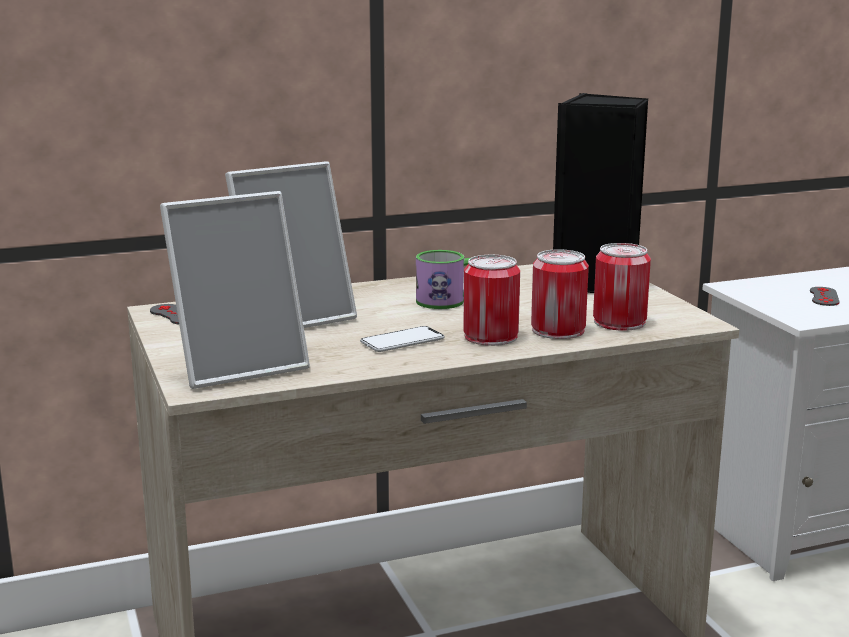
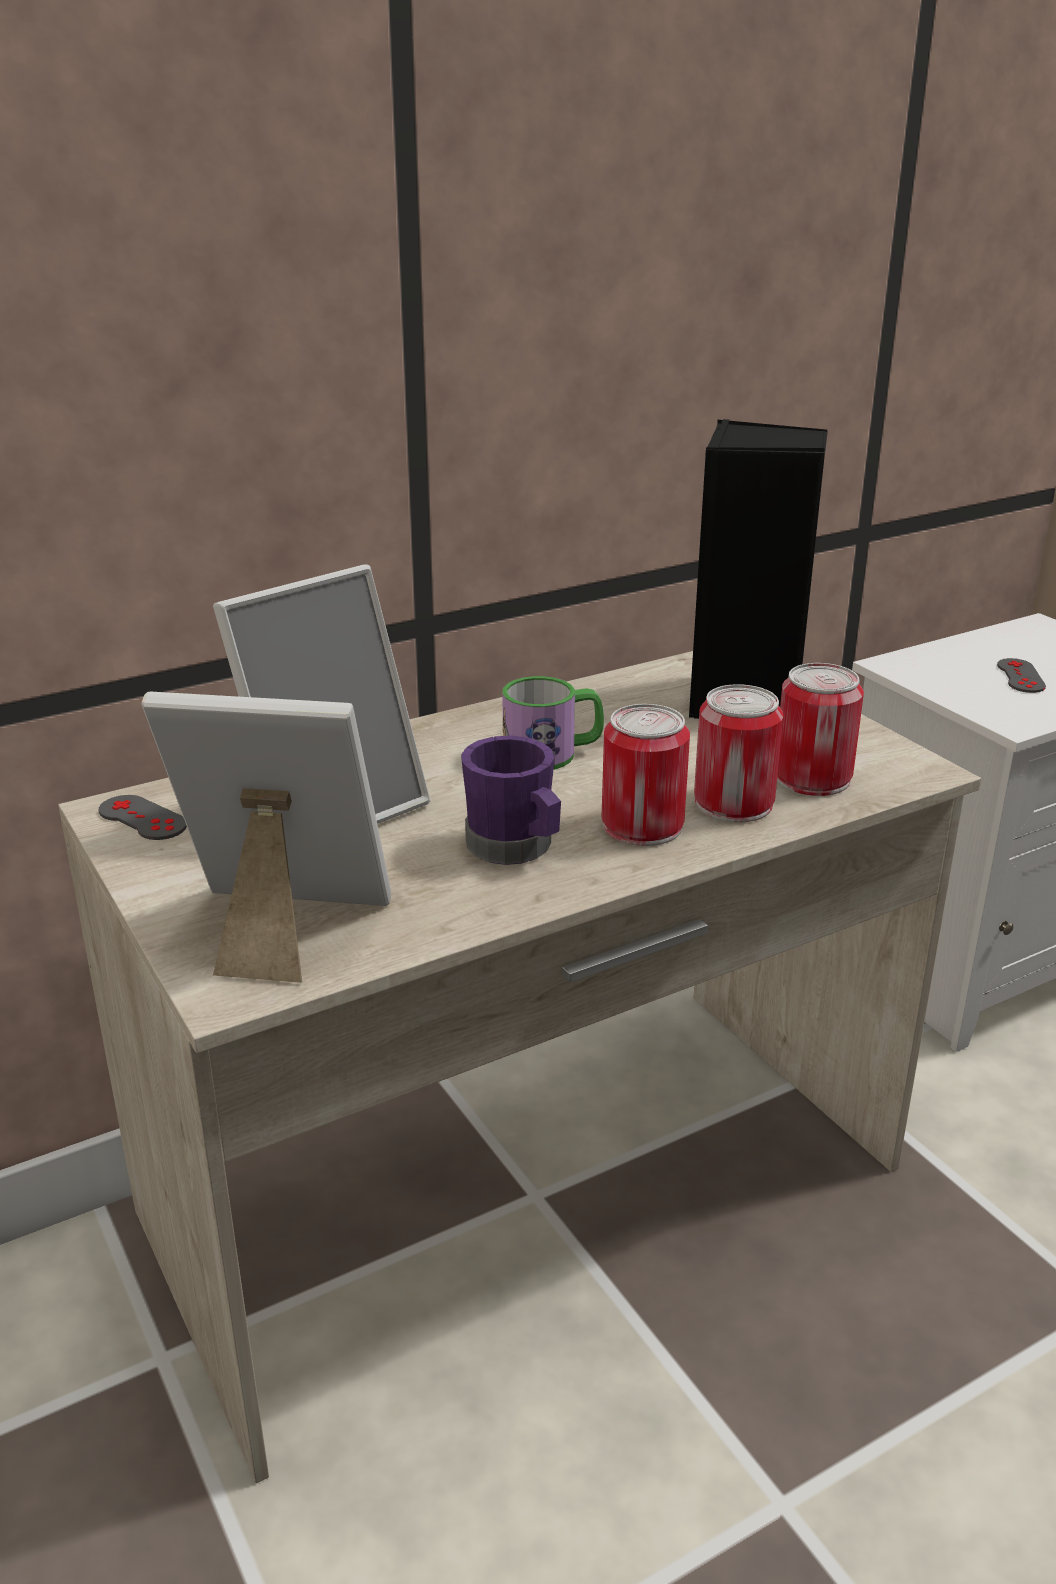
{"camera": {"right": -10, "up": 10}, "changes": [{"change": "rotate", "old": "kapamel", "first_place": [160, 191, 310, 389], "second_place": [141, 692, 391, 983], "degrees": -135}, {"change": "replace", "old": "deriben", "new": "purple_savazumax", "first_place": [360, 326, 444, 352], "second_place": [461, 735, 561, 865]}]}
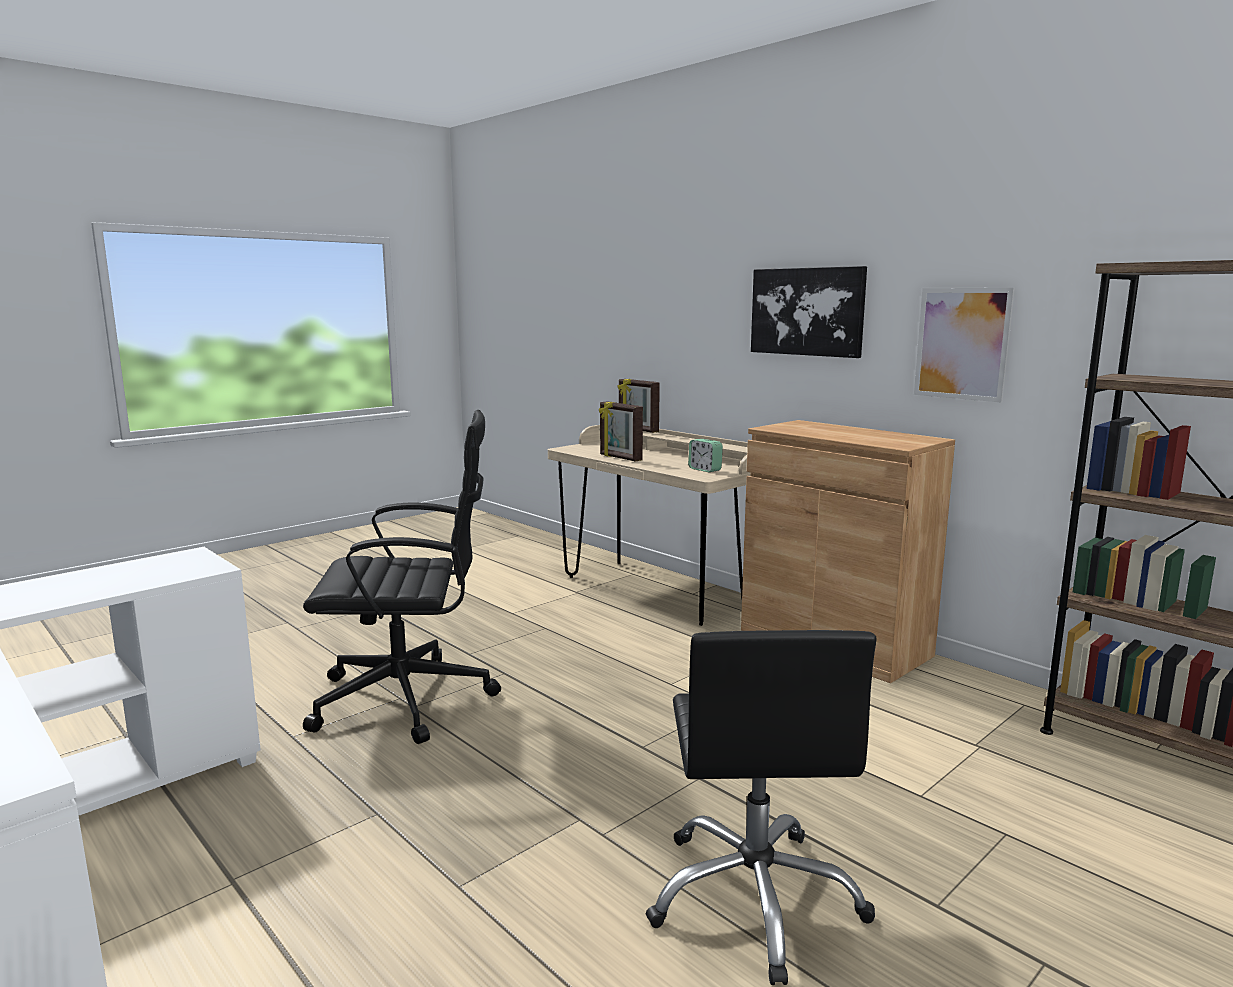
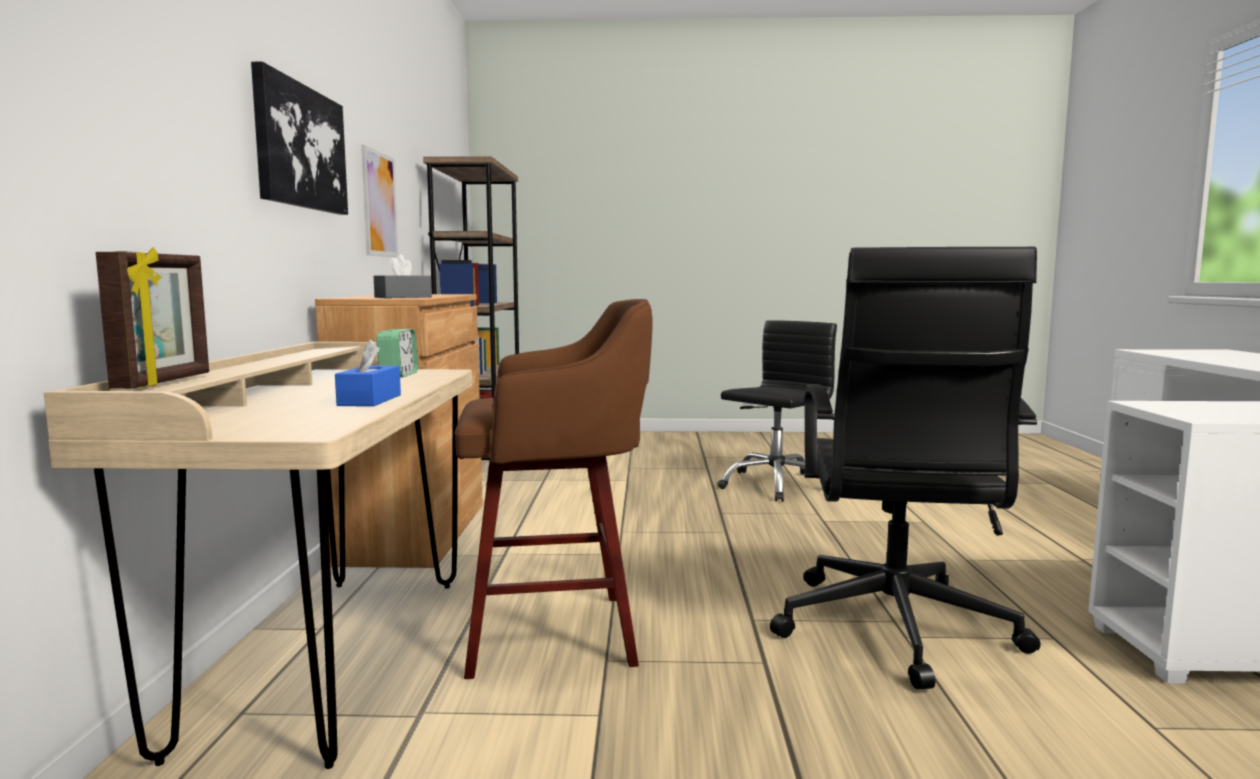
{"camera": {"right": -135, "up": -5}, "changes": [{"change": "rotate", "old": "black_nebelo", "first_place": [303, 410, 501, 744], "second_place": [770, 247, 1041, 689], "degrees": -120}, {"change": "replace", "old": "kapamel", "new": "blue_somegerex", "first_place": [599, 401, 643, 462], "second_place": [335, 340, 401, 406]}, {"change": "insert", "new": "grey_somegerex", "second_place": [374, 255, 432, 298]}, {"change": "insert", "new": "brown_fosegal", "second_place": [455, 299, 652, 679]}]}
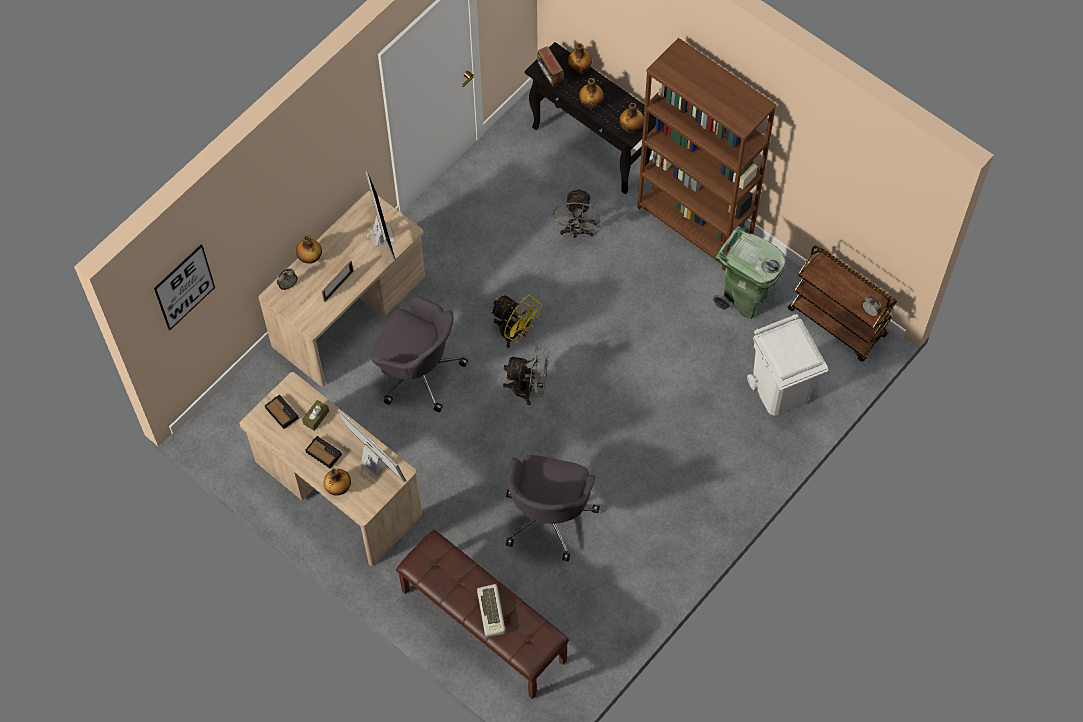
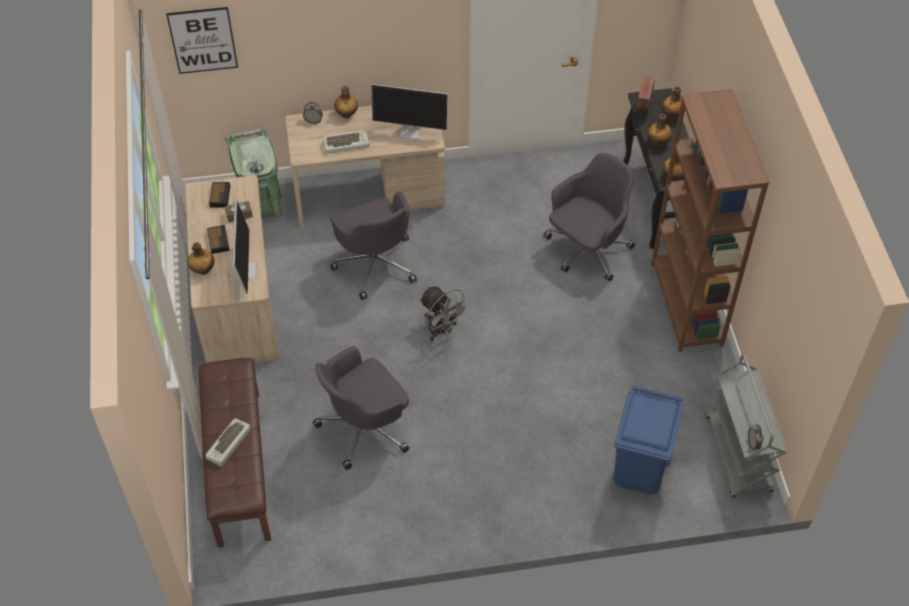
{"camera": {"right": 40, "up": -10}, "changes": [{"change": "replace", "old": "kapamel", "new": "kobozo", "first_place": [322, 260, 354, 302], "second_place": [323, 130, 370, 154]}, {"change": "rotate", "old": "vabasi", "first_place": [365, 171, 396, 261], "second_place": [372, 84, 448, 140], "degrees": 75}, {"change": "delete", "old": "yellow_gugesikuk", "first_place": [490, 295, 542, 348]}, {"change": "replace", "old": "grey_gugesikuk", "new": "grey_nebelo", "first_place": [552, 188, 601, 238], "second_place": [543, 153, 635, 281]}, {"change": "move", "old": "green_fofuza", "first_place": [713, 226, 786, 319], "second_place": [225, 129, 282, 219]}, {"change": "recolor", "old": "white_fofuza", "new": "blue_fofuza", "first_place": [747, 314, 828, 416], "second_place": [613, 385, 684, 495]}, {"change": "recolor", "old": "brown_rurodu", "new": "grey_rurodu", "first_place": [788, 245, 897, 362], "second_place": [705, 354, 787, 498]}]}
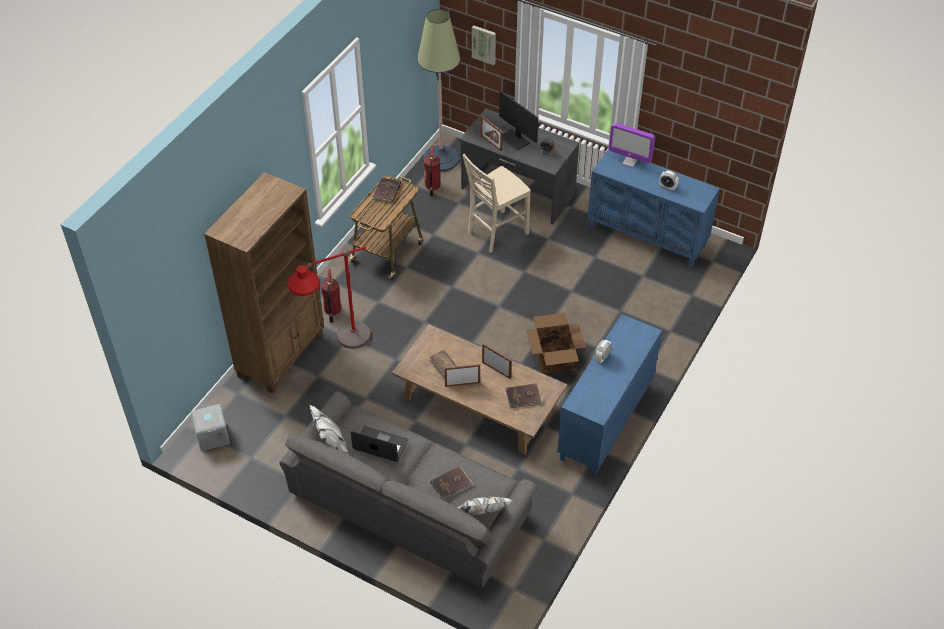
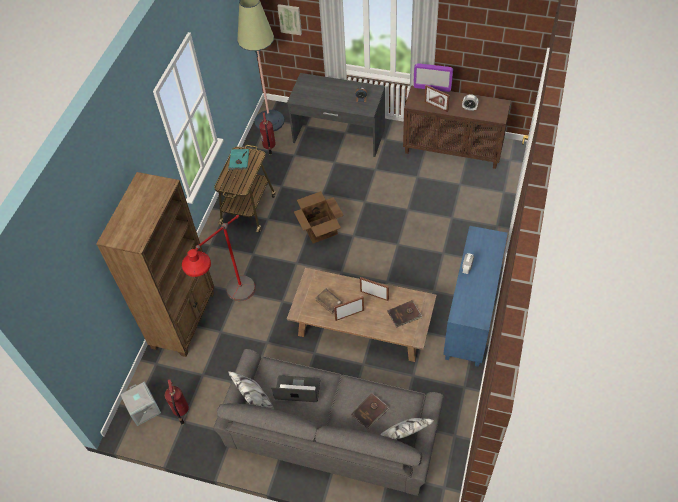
{"camera": {"right": -10, "up": 5}, "changes": [{"change": "move", "old": "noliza", "first_place": [321, 269, 341, 323], "second_place": [165, 379, 189, 425]}, {"change": "recolor", "old": "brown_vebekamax", "new": "turquoise_vebekamax", "first_place": [372, 177, 401, 203], "second_place": [228, 149, 249, 170]}, {"change": "delete", "old": "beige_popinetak", "first_place": [463, 154, 531, 253]}, {"change": "move", "old": "kapamel", "first_place": [481, 116, 503, 152], "second_place": [424, 85, 450, 112]}, {"change": "delete", "old": "vabasi", "first_place": [499, 91, 538, 151]}, {"change": "move", "old": "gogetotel", "first_place": [526, 313, 586, 374], "second_place": [294, 191, 344, 243]}, {"change": "recolor", "old": "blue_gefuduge", "new": "brown_gefuduge", "first_place": [587, 149, 720, 267], "second_place": [403, 85, 511, 169]}]}
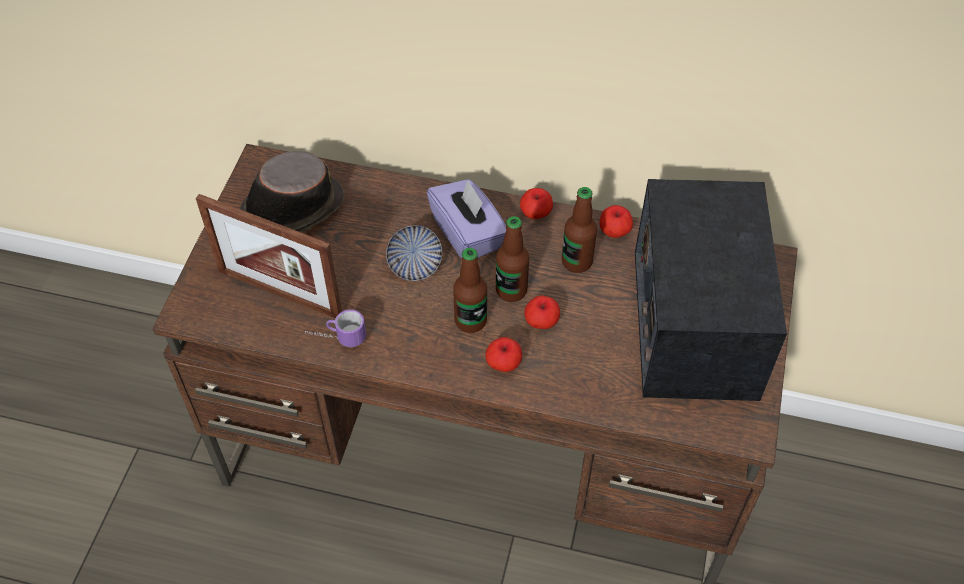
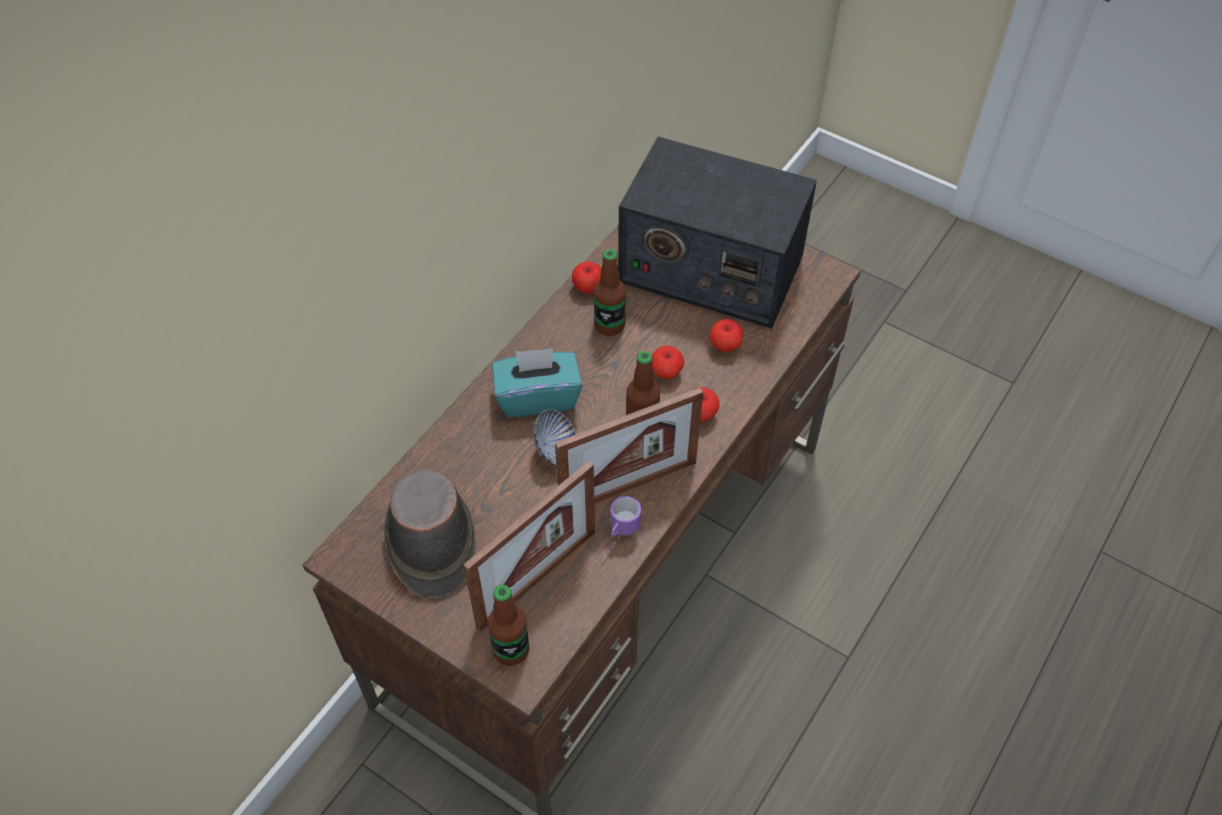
{"camera": {"right": -70, "up": 0}, "changes": [{"change": "recolor", "old": "purple_somegerex", "new": "turquoise_somegerex", "first_place": [427, 179, 507, 259], "second_place": [492, 348, 582, 417]}, {"change": "move", "old": "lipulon", "first_place": [496, 216, 529, 302], "second_place": [488, 585, 529, 666]}, {"change": "move", "old": "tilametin", "first_place": [520, 188, 553, 219], "second_place": [709, 319, 743, 352]}, {"change": "insert", "new": "kapamel", "second_place": [555, 387, 703, 504]}]}
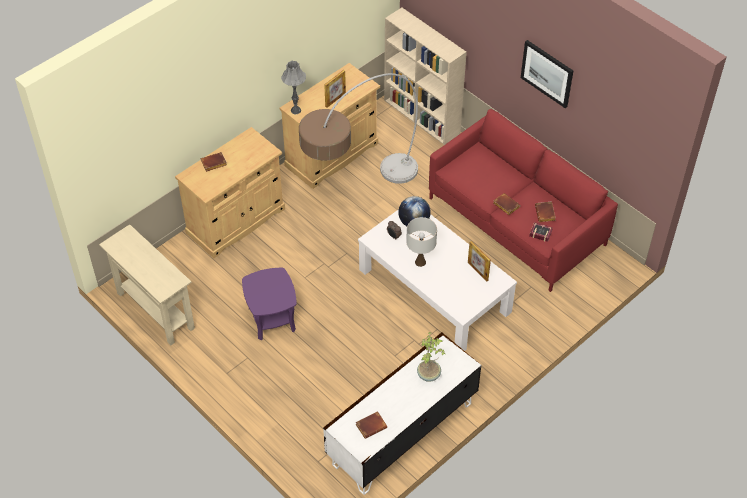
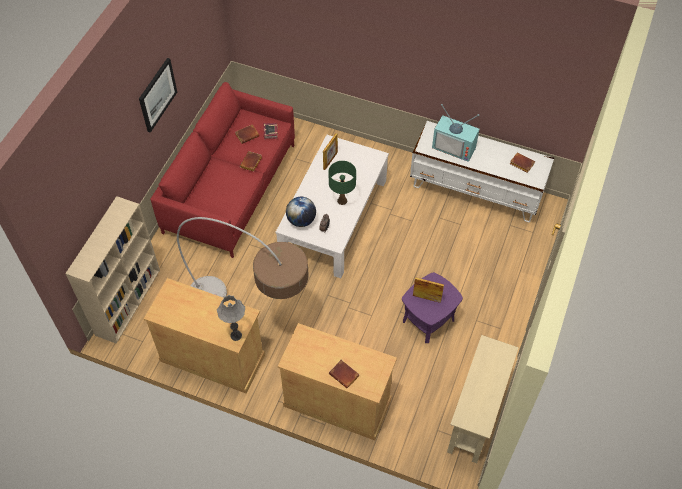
{"camera": {"right": -115, "up": 5}, "changes": [{"change": "move", "old": "kapamel", "first_place": [324, 70, 346, 108], "second_place": [413, 277, 444, 303]}, {"change": "recolor", "old": "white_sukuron", "new": "green_sukuron", "first_place": [406, 217, 437, 267], "second_place": [329, 161, 356, 205]}, {"change": "replace", "old": "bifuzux", "new": "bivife", "first_place": [417, 332, 446, 382], "second_place": [432, 104, 480, 162]}]}
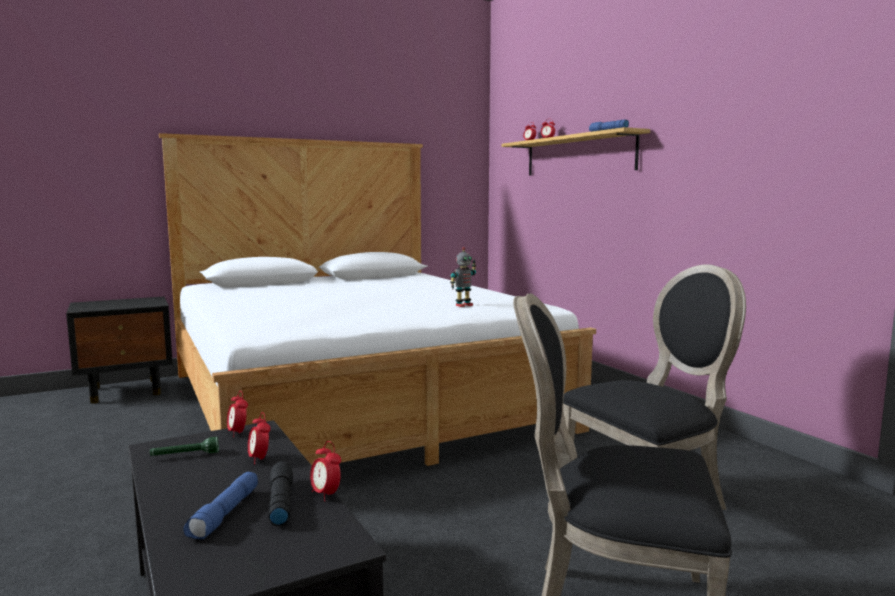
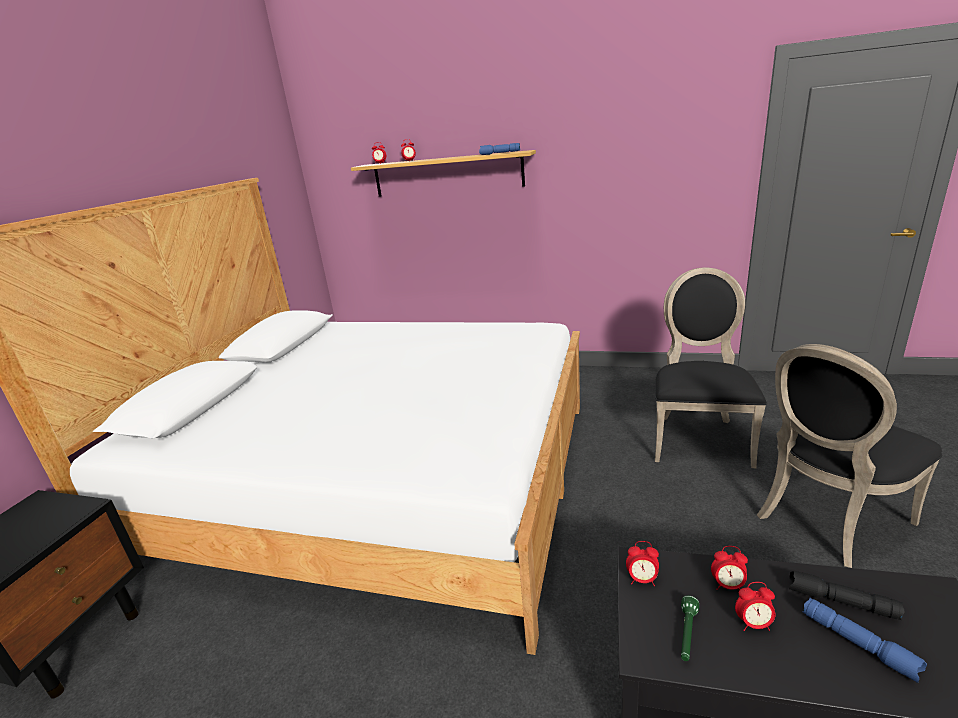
{"camera": {"right": -45, "up": 15}, "changes": [{"change": "move", "old": "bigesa", "first_place": [310, 441, 341, 501], "second_place": [735, 582, 775, 631]}, {"change": "delete", "old": "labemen", "first_place": [450, 247, 476, 307]}]}
